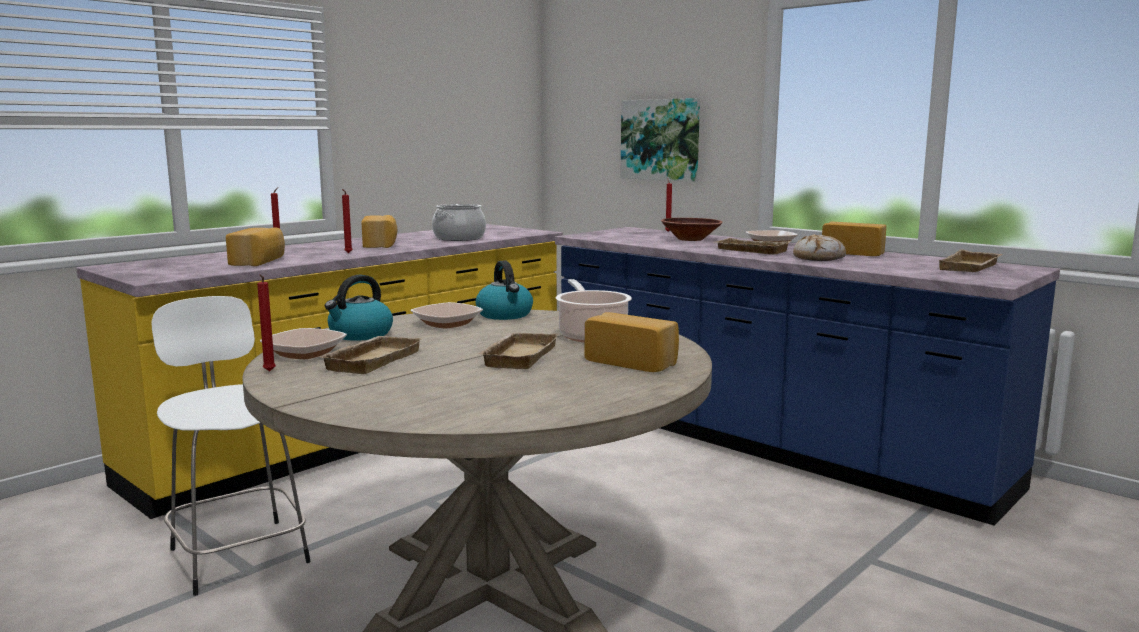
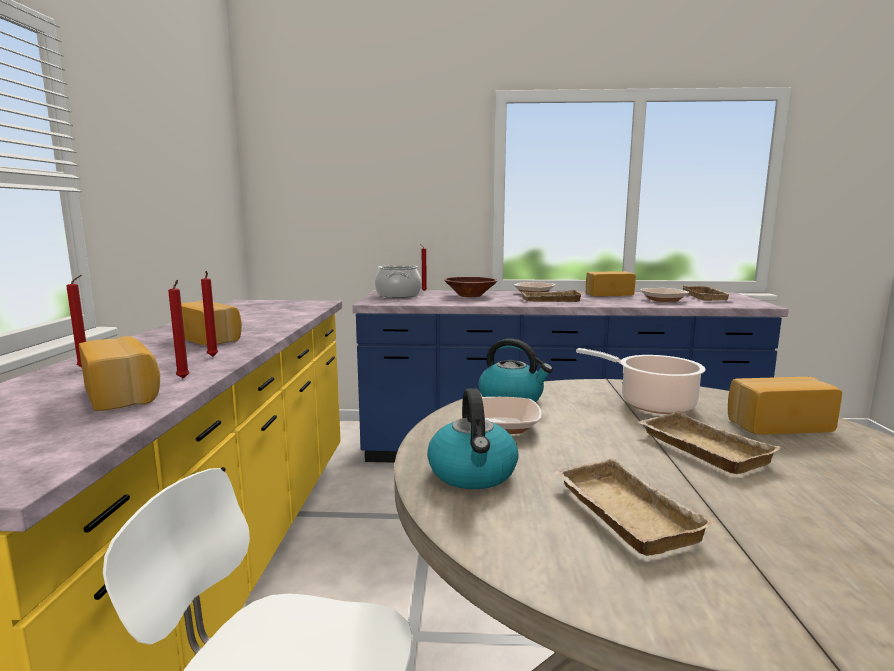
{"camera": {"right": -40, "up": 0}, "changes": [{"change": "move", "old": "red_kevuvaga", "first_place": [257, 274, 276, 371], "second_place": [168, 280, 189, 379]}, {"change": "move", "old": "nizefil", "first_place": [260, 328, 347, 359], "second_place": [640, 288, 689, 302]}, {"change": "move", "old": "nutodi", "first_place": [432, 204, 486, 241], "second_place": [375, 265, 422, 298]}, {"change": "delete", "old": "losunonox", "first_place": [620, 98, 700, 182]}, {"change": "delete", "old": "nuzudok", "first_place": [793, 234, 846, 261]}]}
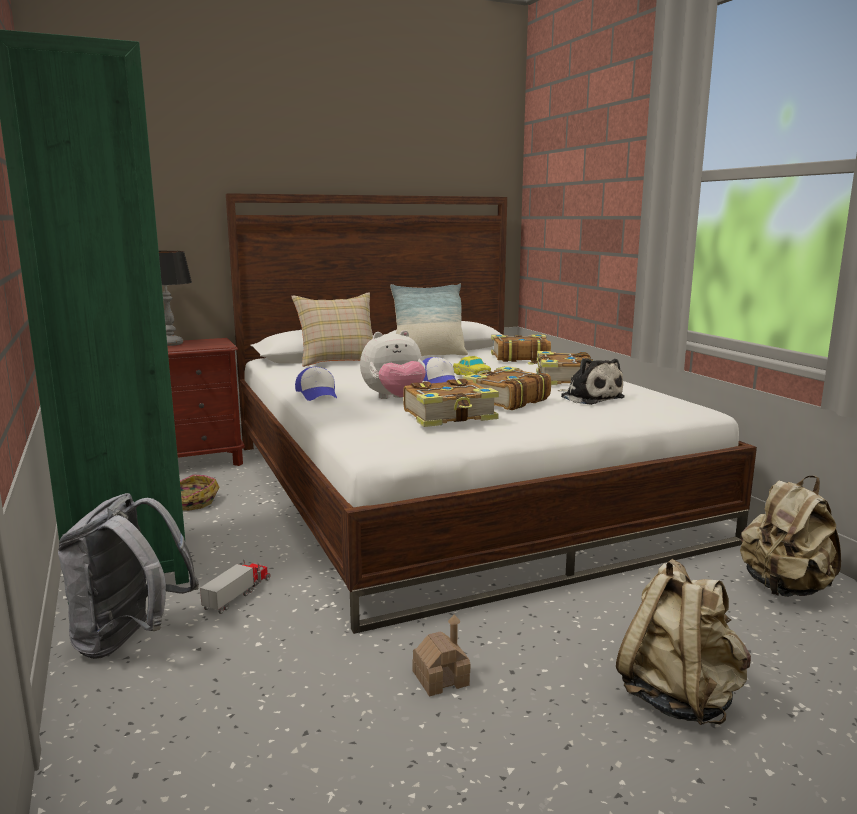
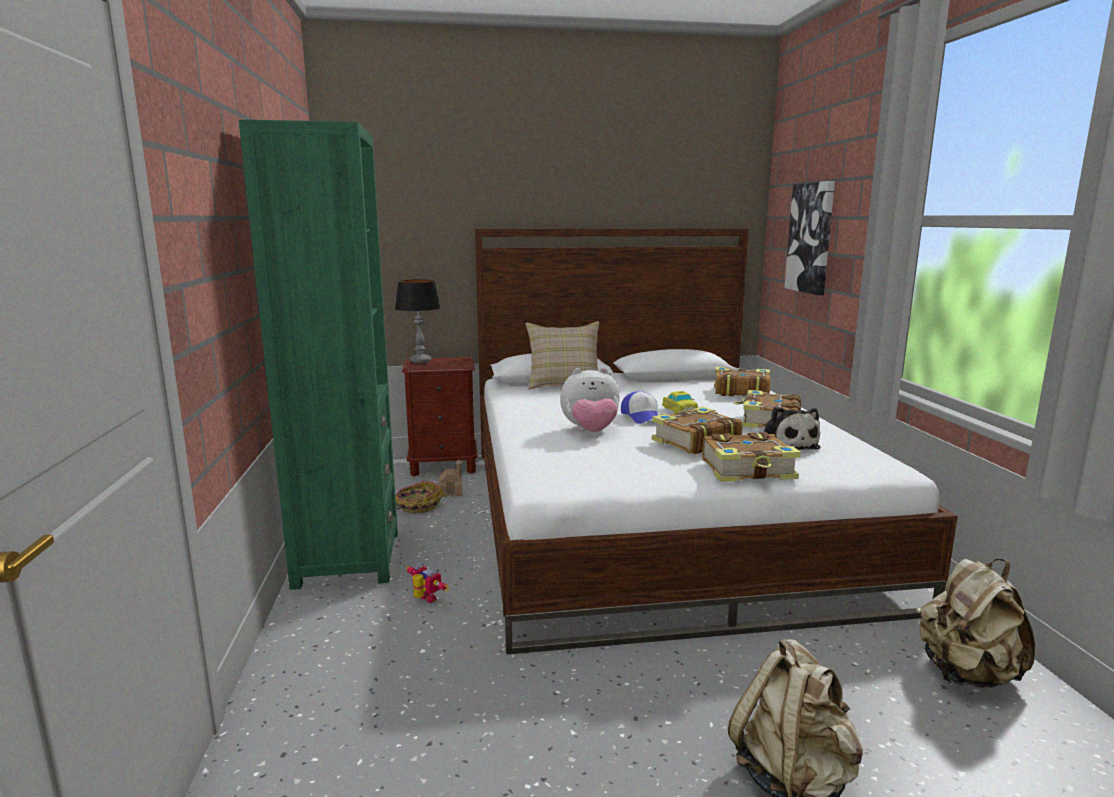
{"camera": {"right": 15, "up": 0}, "changes": [{"change": "delete", "old": "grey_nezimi", "first_place": [58, 493, 199, 659]}, {"change": "replace", "old": "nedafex", "new": "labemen", "first_place": [200, 559, 271, 614], "second_place": [406, 563, 449, 603]}, {"change": "delete", "old": "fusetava", "first_place": [295, 367, 337, 401]}, {"change": "delete", "old": "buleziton", "first_place": [390, 284, 468, 356]}, {"change": "move", "old": "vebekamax", "first_place": [403, 378, 499, 427], "second_place": [702, 432, 801, 482]}, {"change": "move", "old": "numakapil", "first_place": [413, 614, 470, 697], "second_place": [439, 459, 463, 497]}, {"change": "insert", "new": "losunonox", "second_place": [784, 181, 835, 295]}]}
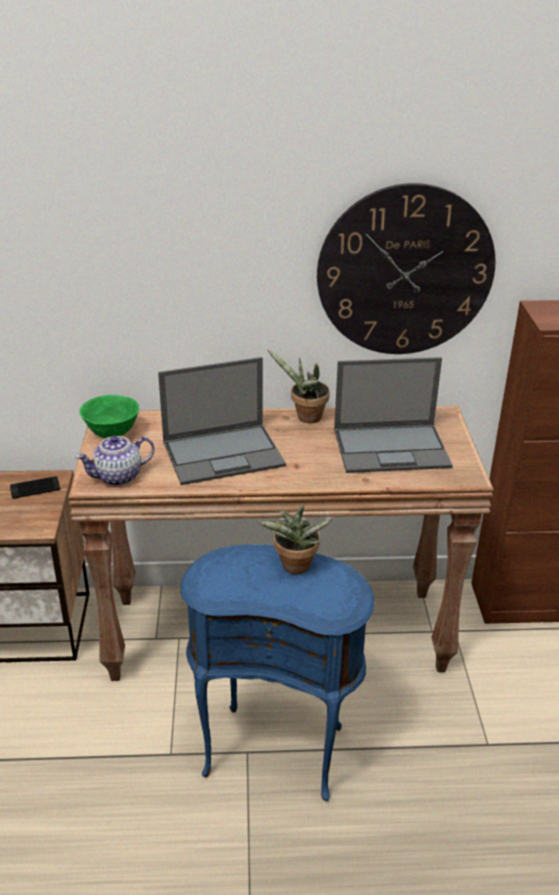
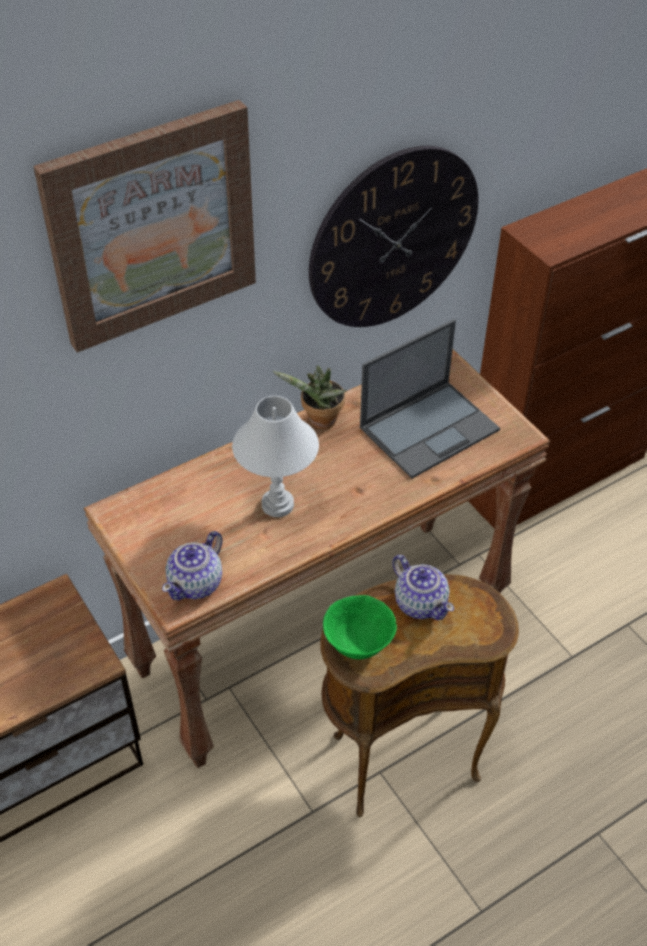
{"camera": {"right": -30, "up": 15}, "changes": [{"change": "delete", "old": "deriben", "first_place": [10, 476, 60, 499]}, {"change": "move", "old": "green_nizefil", "first_place": [79, 395, 139, 438], "second_place": [323, 595, 397, 659]}, {"change": "replace", "old": "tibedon", "new": "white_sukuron", "first_place": [158, 357, 286, 485], "second_place": [232, 396, 319, 517]}, {"change": "recolor", "old": "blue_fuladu", "new": "brown_fuladu", "first_place": [181, 544, 374, 801], "second_place": [320, 574, 519, 817]}, {"change": "replace", "old": "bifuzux", "new": "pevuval", "first_place": [258, 505, 332, 574], "second_place": [392, 555, 454, 620]}, {"change": "insert", "new": "losunonox", "second_place": [33, 100, 256, 353]}]}
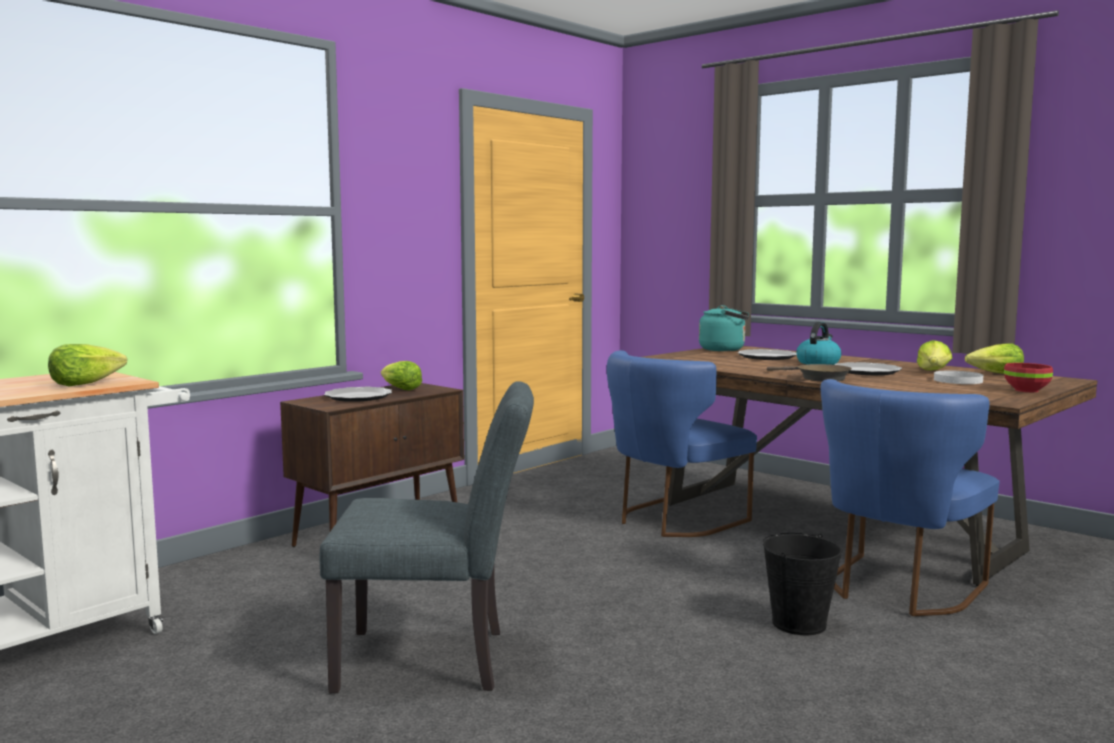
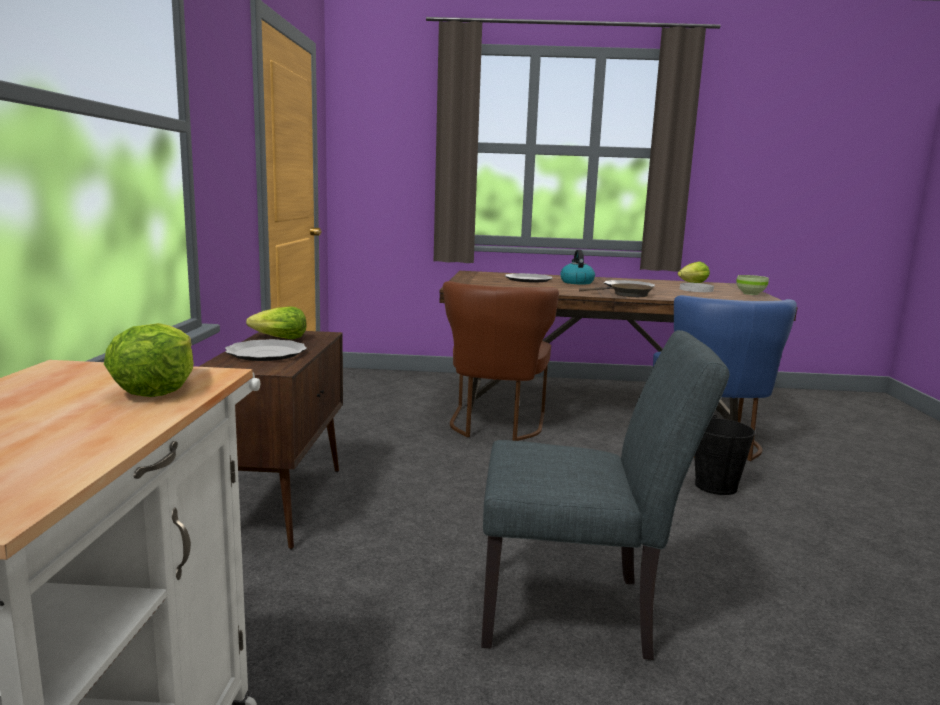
{"camera": {"right": -40, "up": 5}, "changes": [{"change": "rotate", "old": "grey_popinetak", "first_place": [319, 381, 534, 693], "second_place": [481, 330, 729, 660], "degrees": 45}, {"change": "recolor", "old": "blue_popinetak", "new": "brown_popinetak", "first_place": [607, 350, 757, 537], "second_place": [443, 281, 559, 441]}, {"change": "delete", "old": "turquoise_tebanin", "first_place": [699, 305, 749, 351]}, {"change": "delete", "old": "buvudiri", "first_place": [917, 340, 952, 371]}, {"change": "recolor", "old": "red_nizefil", "new": "green_nizefil", "first_place": [1004, 363, 1053, 392], "second_place": [736, 275, 769, 295]}]}
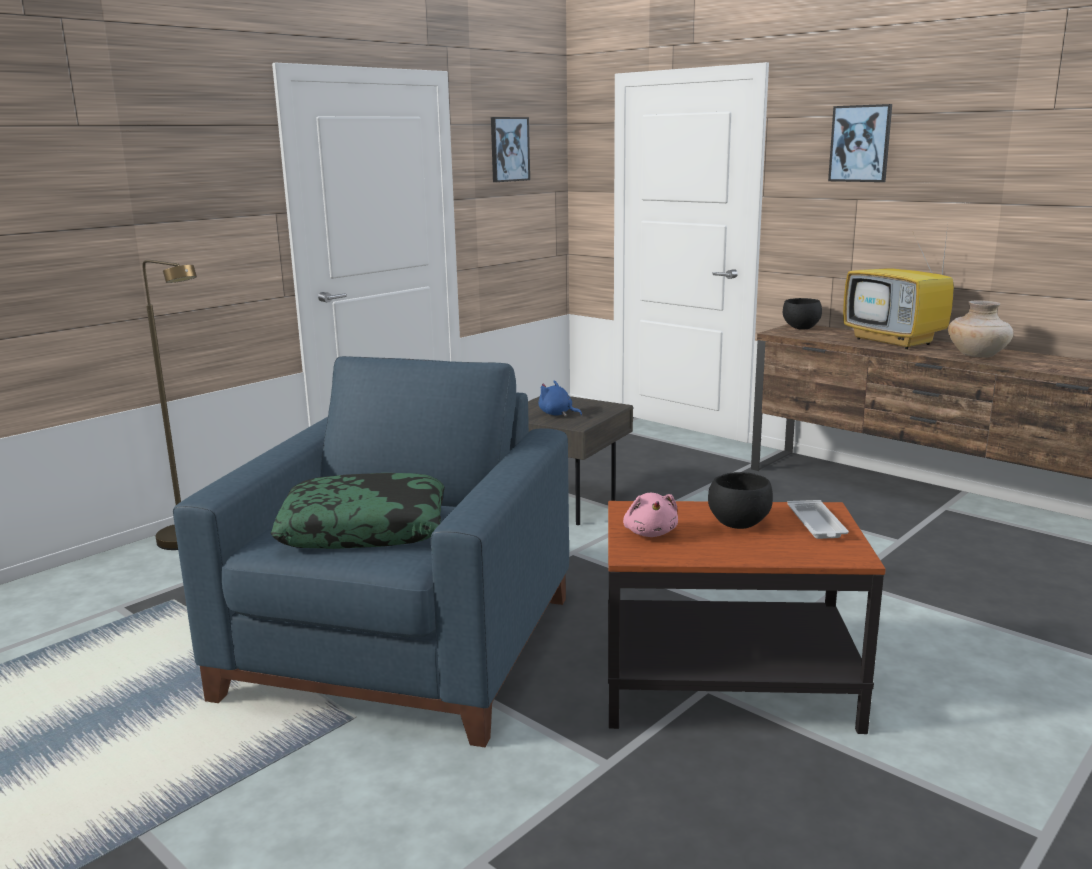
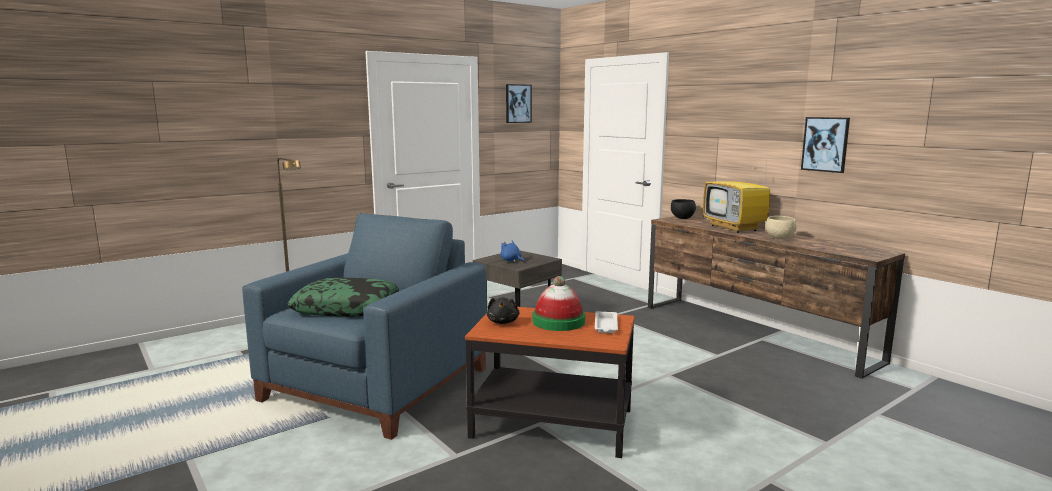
{"camera": {"right": 10, "up": -5}, "changes": [{"change": "recolor", "old": "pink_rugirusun", "new": "black_rugirusun", "first_place": [623, 493, 678, 537], "second_place": [487, 297, 519, 324]}, {"change": "replace", "old": "black_nizefil", "new": "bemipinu", "first_place": [708, 472, 773, 529], "second_place": [532, 276, 585, 331]}, {"change": "move", "old": "losunonox", "first_place": [828, 104, 892, 182], "second_place": [801, 117, 850, 173]}, {"change": "replace", "old": "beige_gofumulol", "new": "beige_nizefil", "first_place": [948, 300, 1014, 358], "second_place": [766, 216, 797, 239]}]}
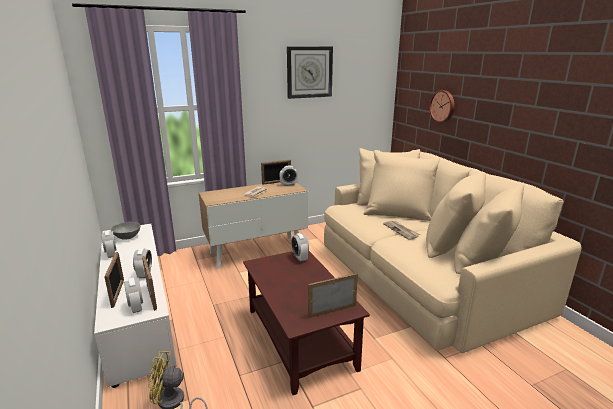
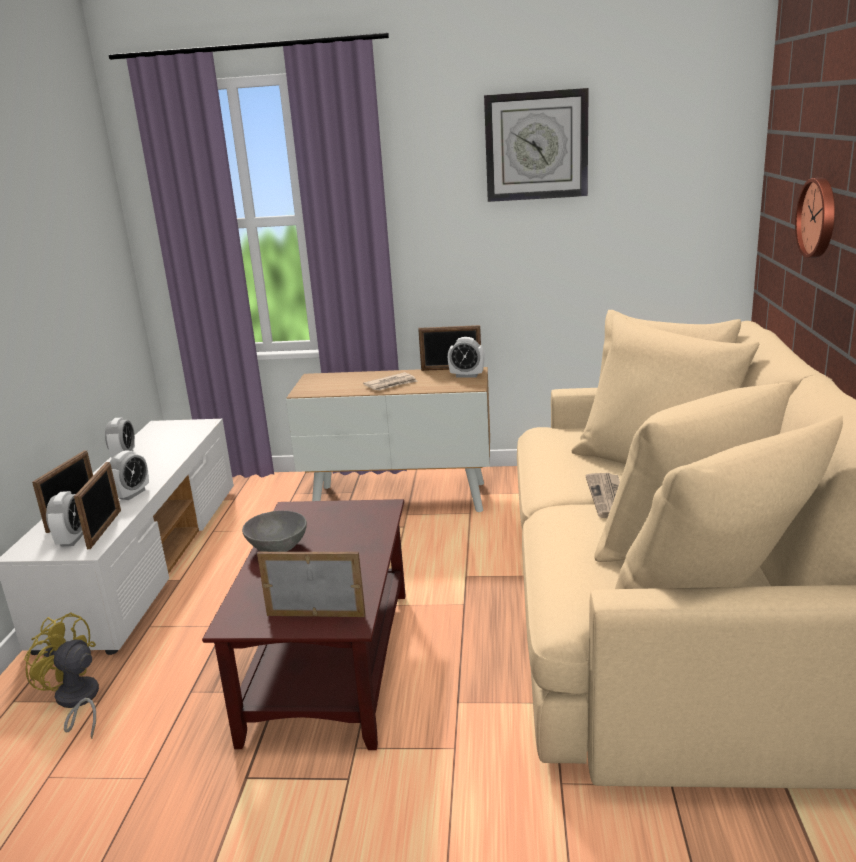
{"camera": {"right": 30, "up": 0}, "changes": [{"change": "move", "old": "grey_nizefil", "first_place": [111, 222, 140, 240], "second_place": [242, 511, 307, 552]}, {"change": "delete", "old": "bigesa", "first_place": [291, 233, 309, 262]}]}
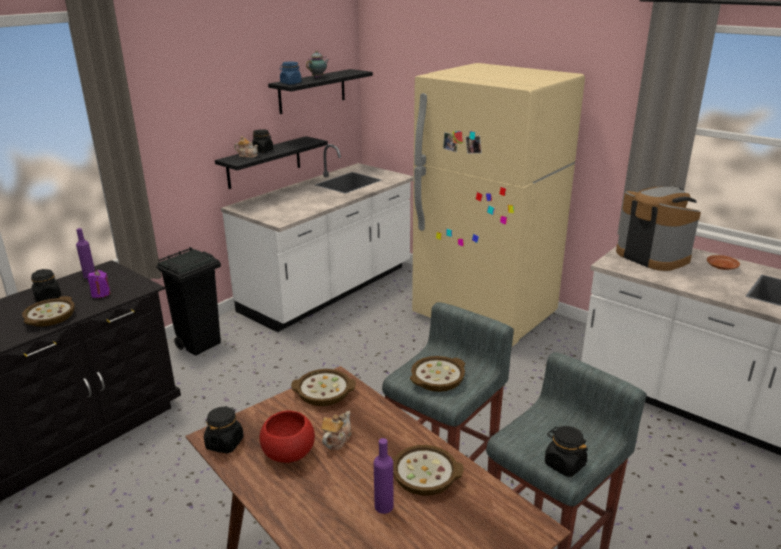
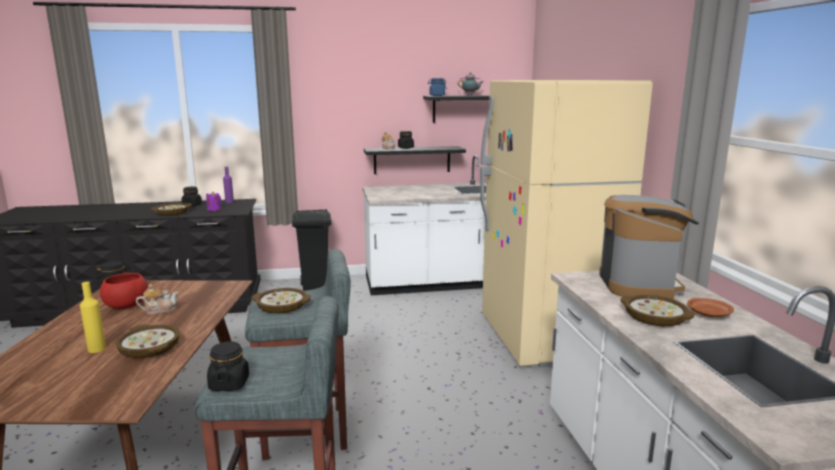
{"camera": {"right": 40, "up": -10}, "changes": [{"change": "move", "old": "nizefil", "first_place": [291, 369, 356, 406], "second_place": [620, 295, 695, 326]}, {"change": "recolor", "old": "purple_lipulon", "new": "yellow_lipulon", "first_place": [374, 438, 393, 514], "second_place": [80, 282, 106, 353]}]}
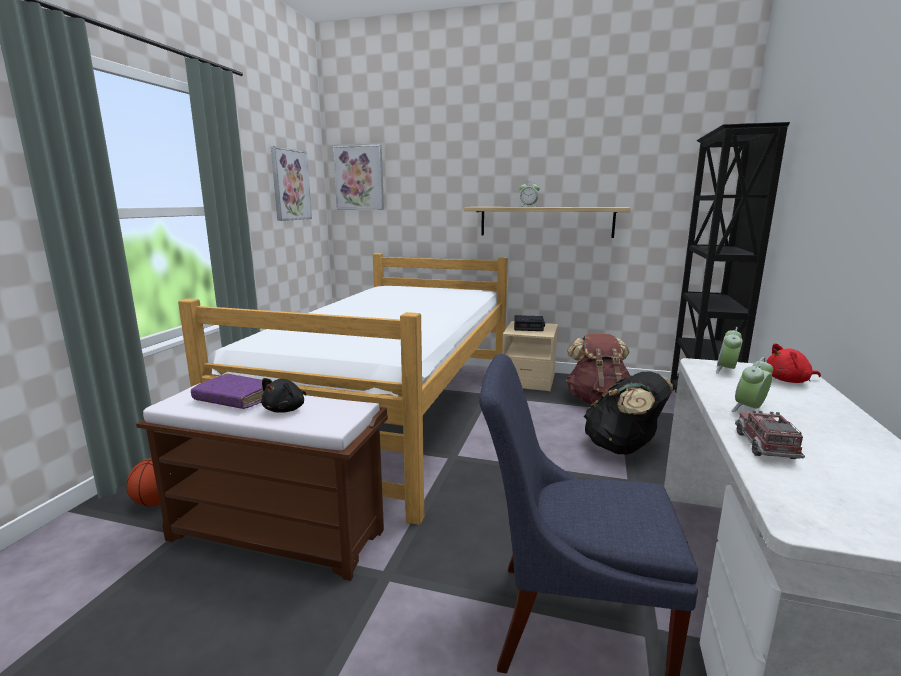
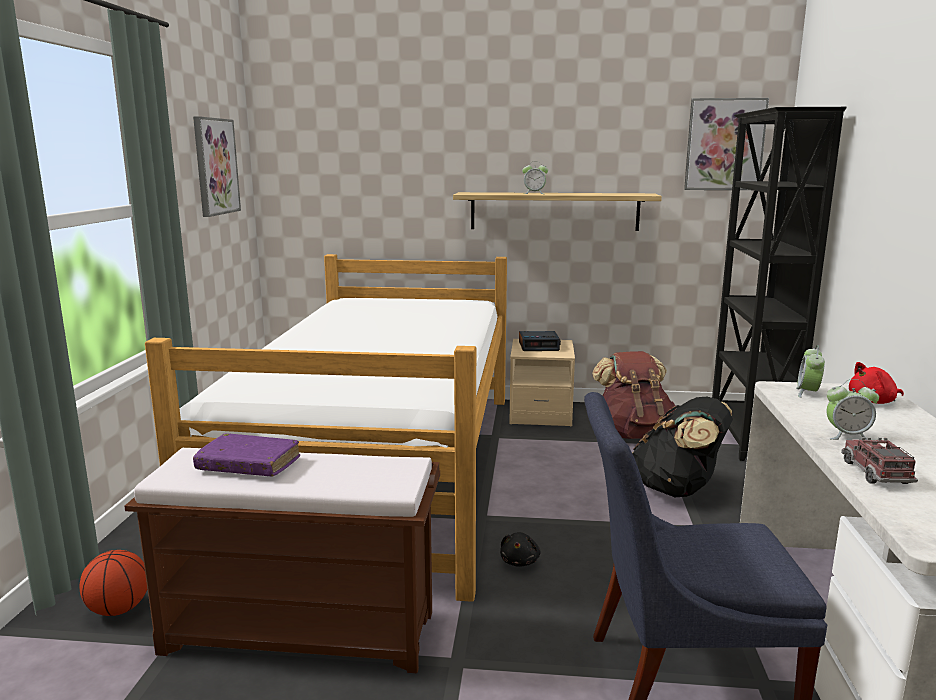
{"camera": {"right": -10, "up": 0}, "changes": [{"change": "move", "old": "black_rugirusun", "first_place": [261, 378, 306, 413], "second_place": [500, 532, 541, 567]}, {"change": "move", "old": "losunonox", "first_place": [333, 144, 384, 210], "second_place": [684, 98, 769, 190]}, {"change": "rotate", "old": "bigesa", "first_place": [732, 357, 773, 412], "second_place": [826, 379, 879, 440], "degrees": -120}]}
